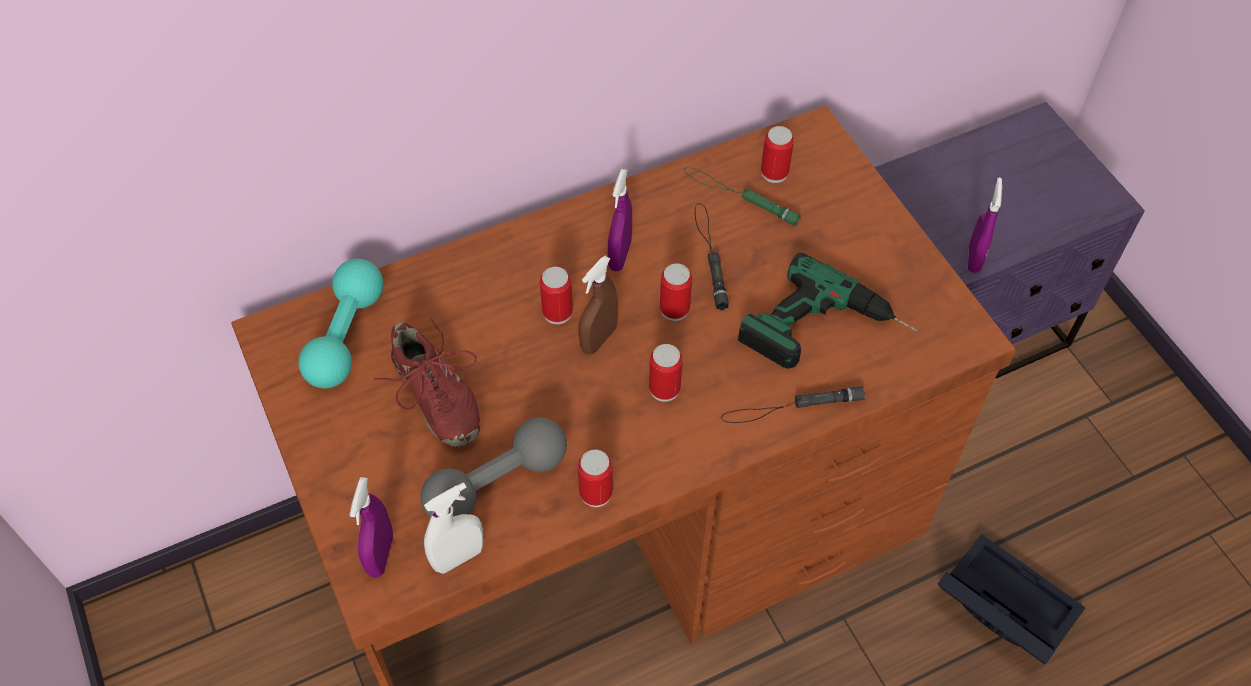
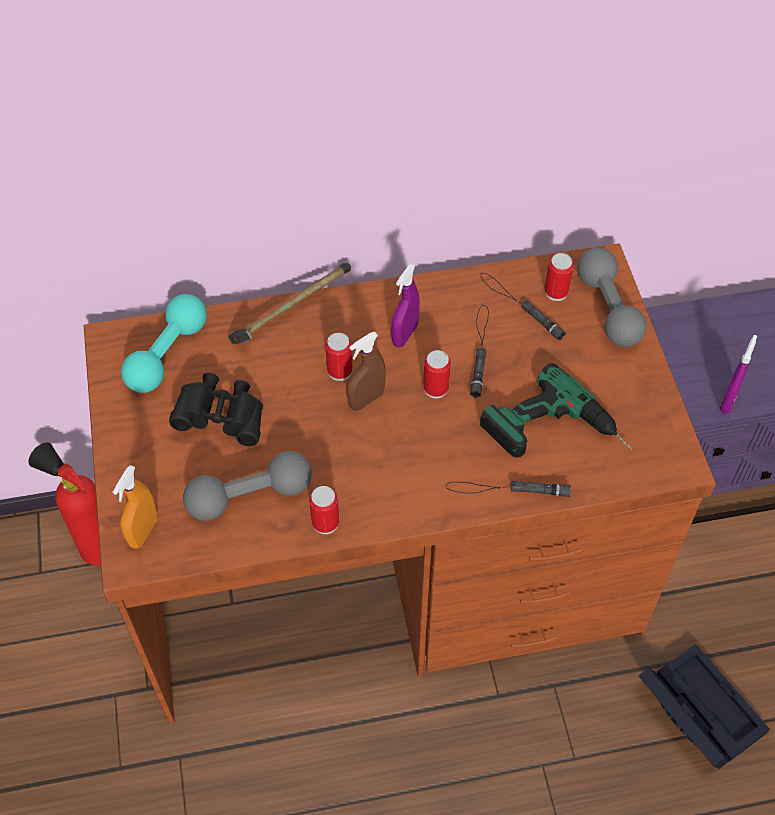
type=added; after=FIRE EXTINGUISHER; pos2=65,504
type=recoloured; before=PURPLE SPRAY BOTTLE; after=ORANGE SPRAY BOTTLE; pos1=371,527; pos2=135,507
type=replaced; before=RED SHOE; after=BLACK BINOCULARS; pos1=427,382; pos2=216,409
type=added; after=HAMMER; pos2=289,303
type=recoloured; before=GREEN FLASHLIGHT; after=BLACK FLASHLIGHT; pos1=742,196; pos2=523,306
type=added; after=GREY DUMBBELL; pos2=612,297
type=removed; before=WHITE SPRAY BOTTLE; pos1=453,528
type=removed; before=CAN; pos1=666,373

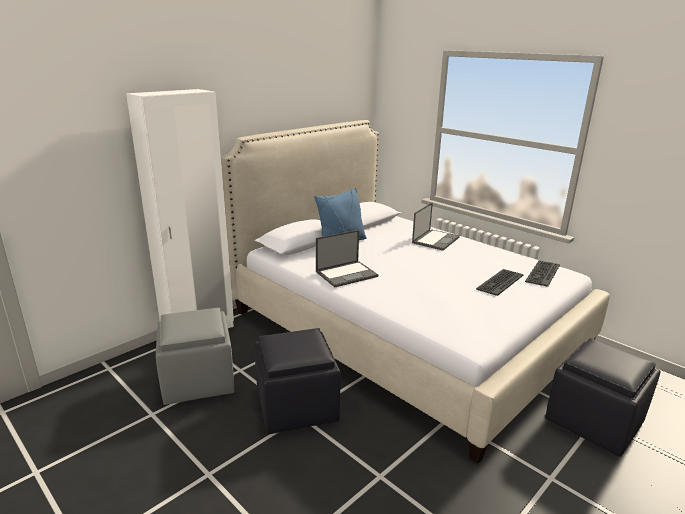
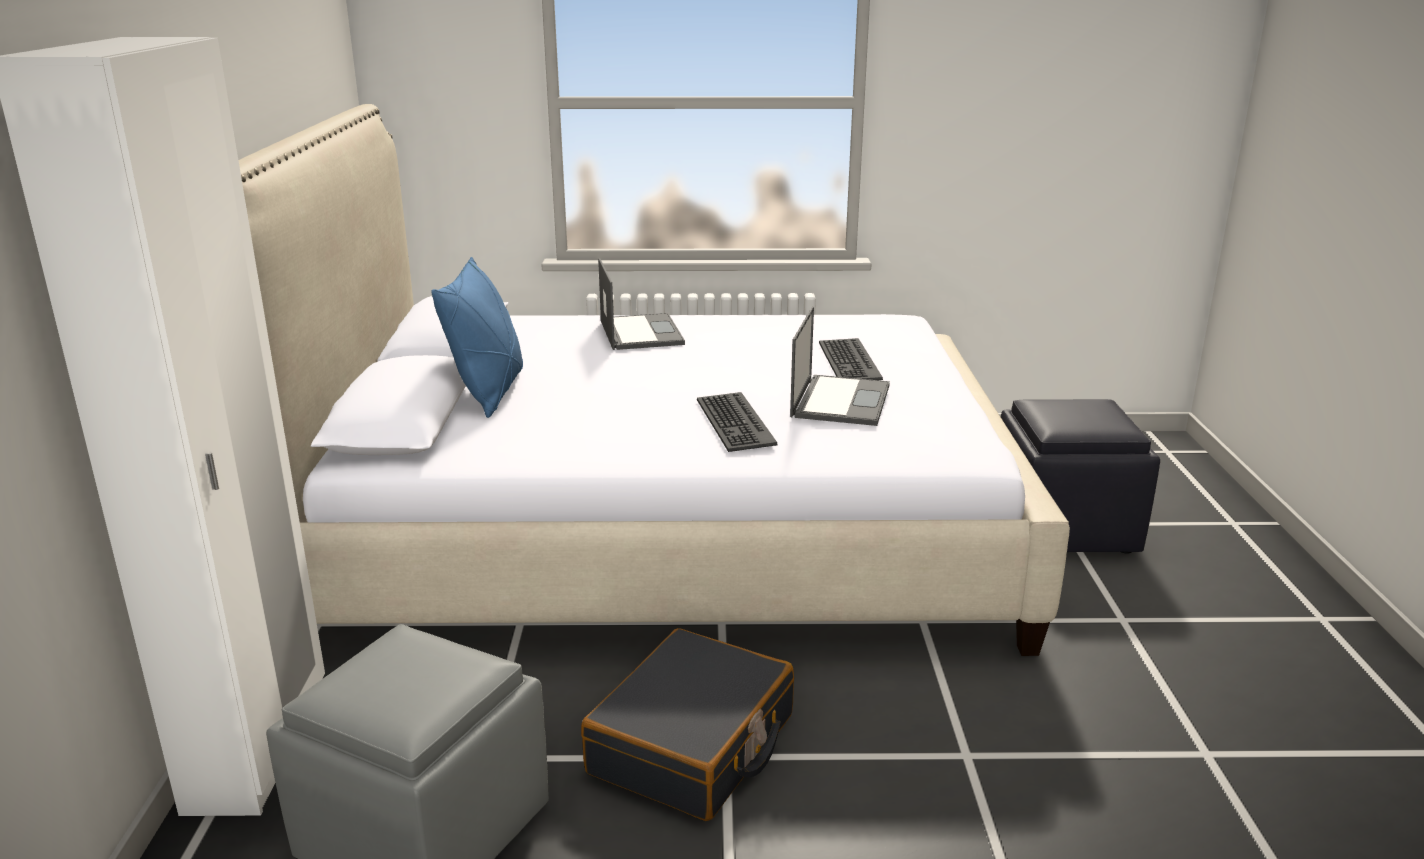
type=replaced; before=BLACK OTTOMAN; after=BLACK SUITCASE; pos1=298,381; pos2=687,724
type=moved; before=KEYBOARD; pos1=542,273; pos2=737,422
type=moved; before=LAPTOP; pos1=347,258; pos2=840,366

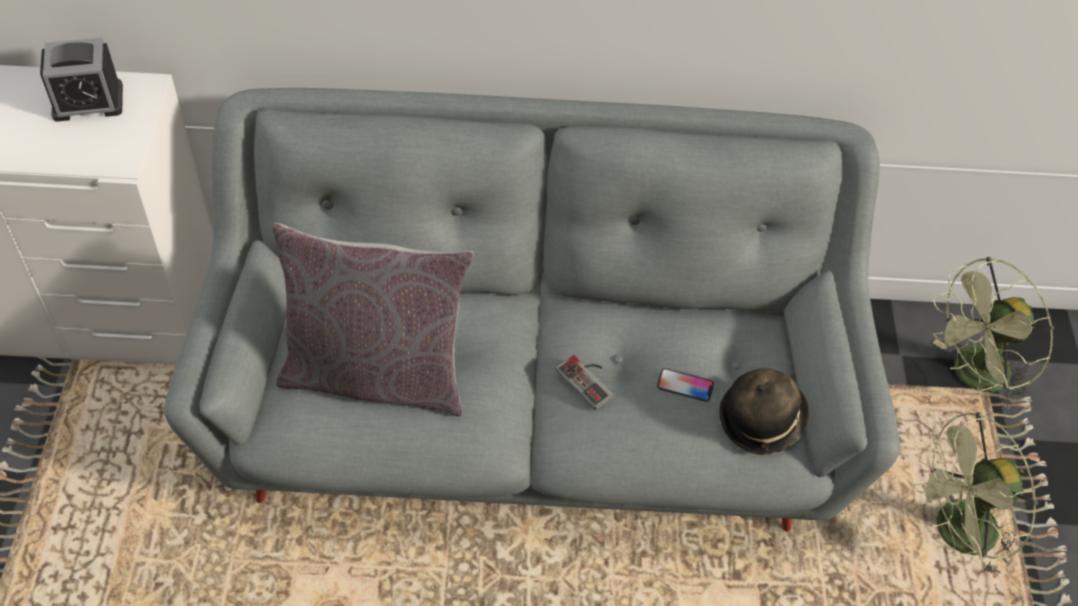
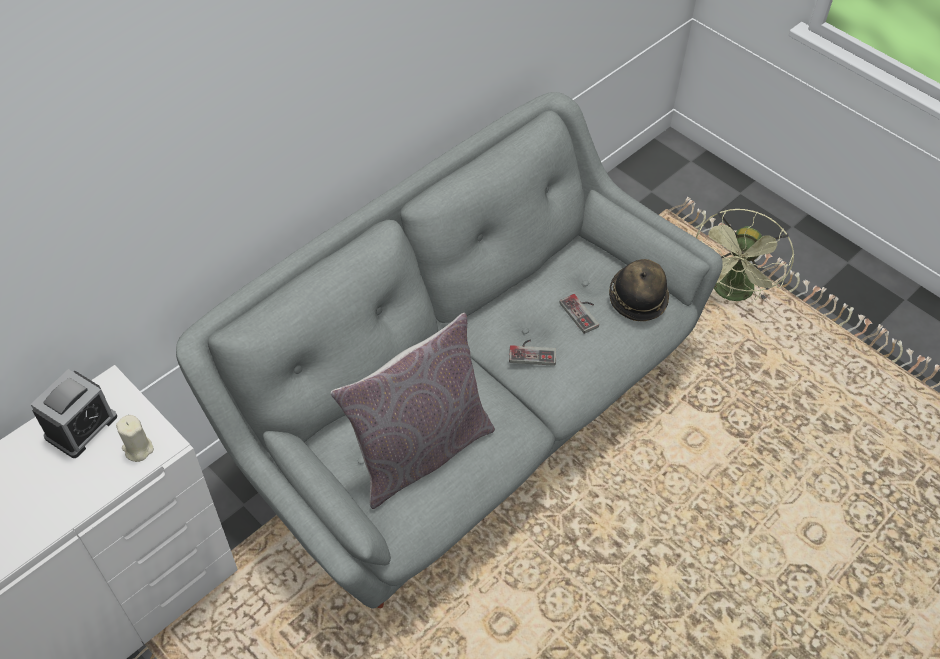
type=added; after=BEIGE CANDLE; pos2=135,438
type=replaced; before=PHONE; after=GAME CONTROLLER; pos1=685,385; pos2=579,314
type=removed; before=GREEN FAN; pos1=993,333

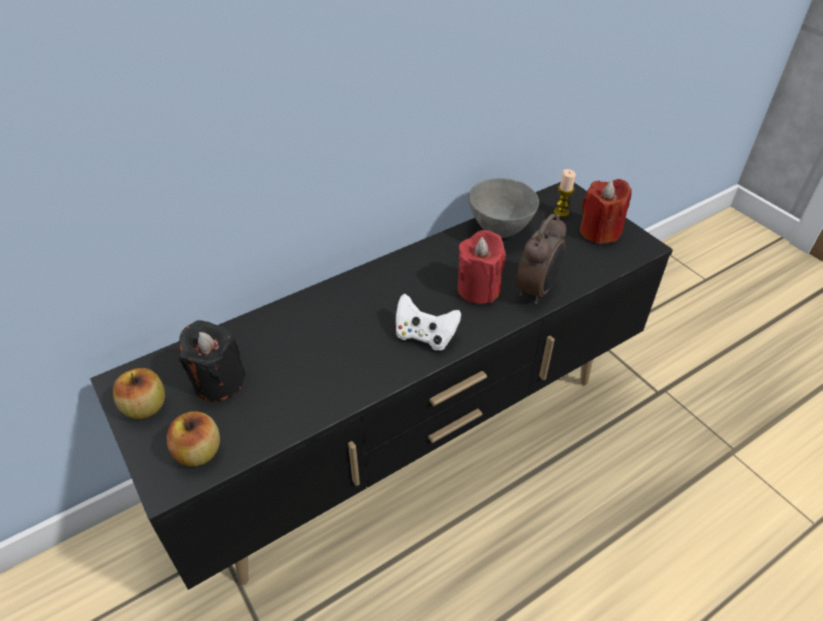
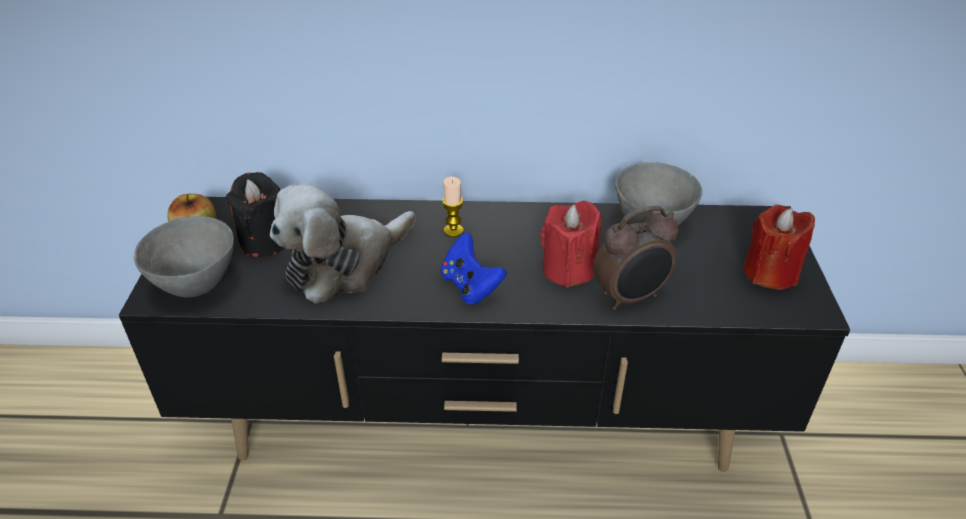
type=replaced; before=APPLE; after=GREY BOWL; pos1=193,439; pos2=184,256
type=added; after=PLUSH TOY; pos2=343,243
type=recoloured; before=WHITE GAME CONTROLLER; after=BLUE GAME CONTROLLER; pos1=428,322; pos2=473,268
type=moved; before=CANDLE; pos1=565,193; pos2=453,206

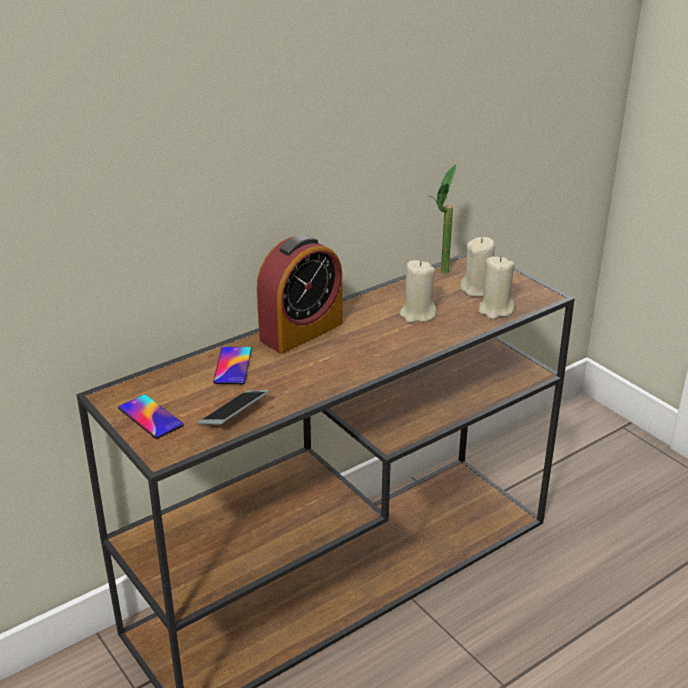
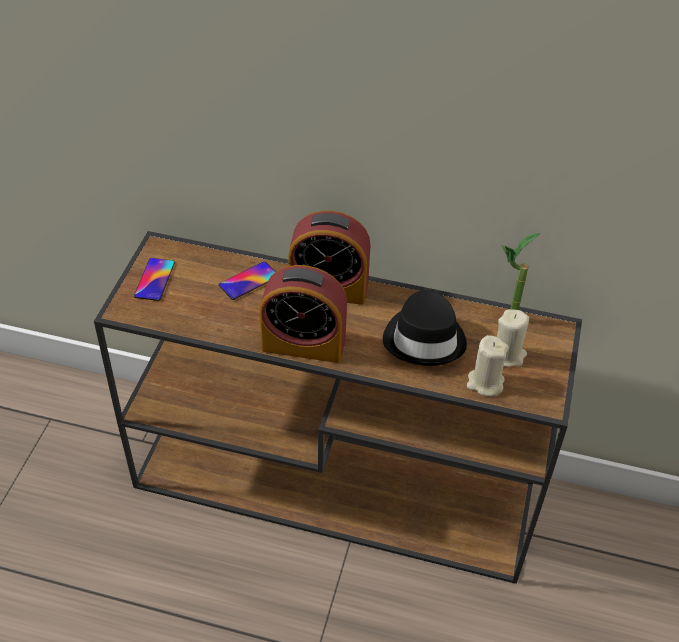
type=added; after=ALARM CLOCK; pos2=303,314
type=replaced; before=BEIGE CANDLE; after=BLACK HAT; pos1=418,291; pos2=425,328
type=removed; before=PHONE; pos1=233,407

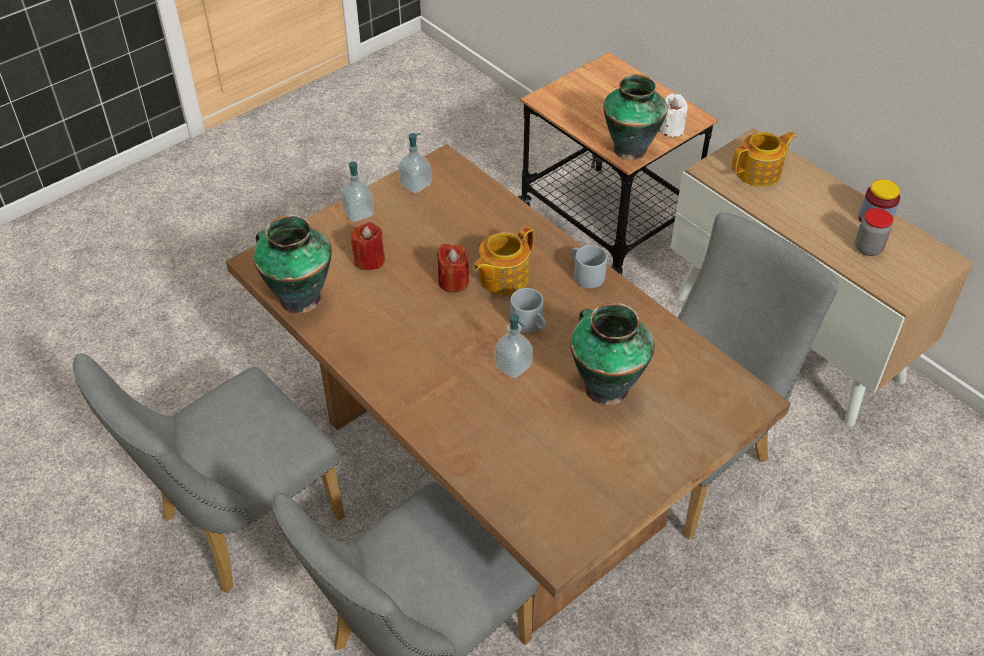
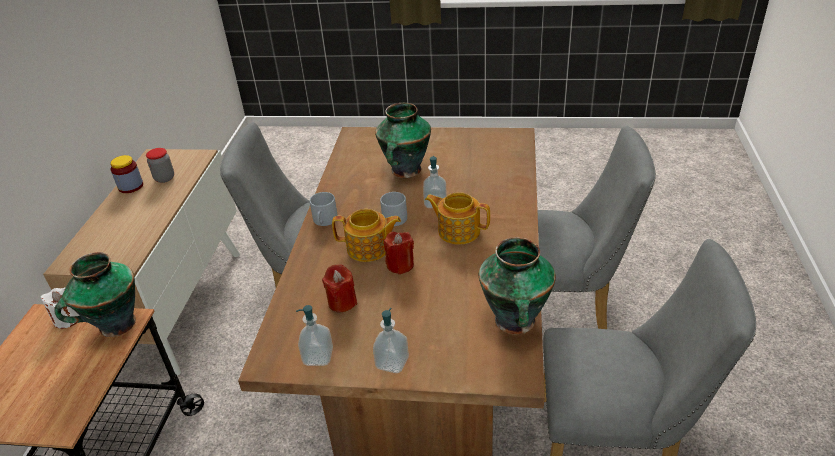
type=moved; before=RED CANDLE; pos1=368,246; pos2=339,288
type=moved; before=TEAPOT; pos1=764,159; pos2=457,218

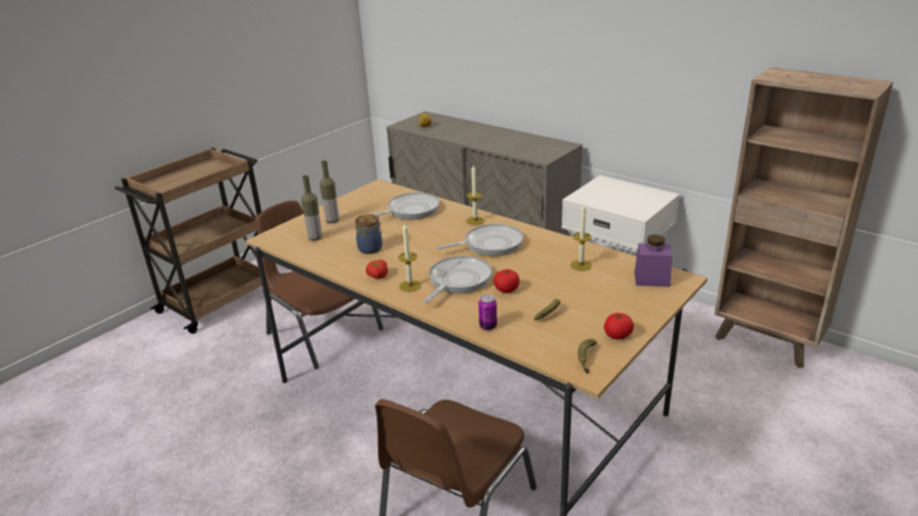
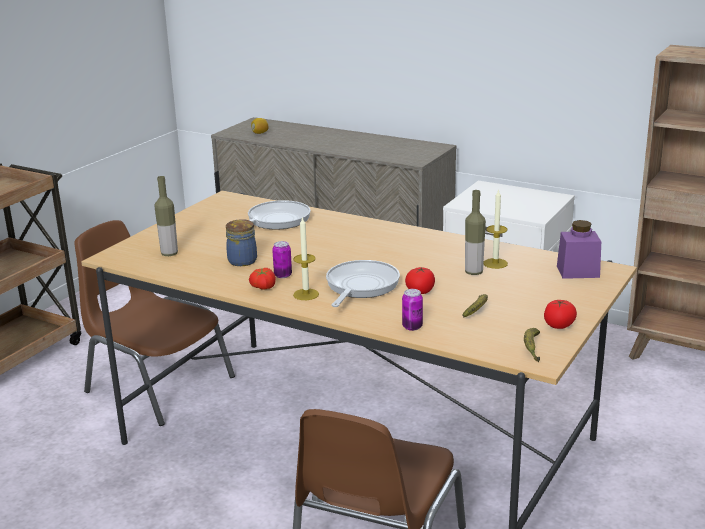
type=added; after=CAN; pos2=282,259
type=moved; before=BOTTLE; pos1=329,191; pos2=475,232
type=removed; before=FRYING PAN; pos1=480,240
type=removed; before=CANDLE; pos1=475,195

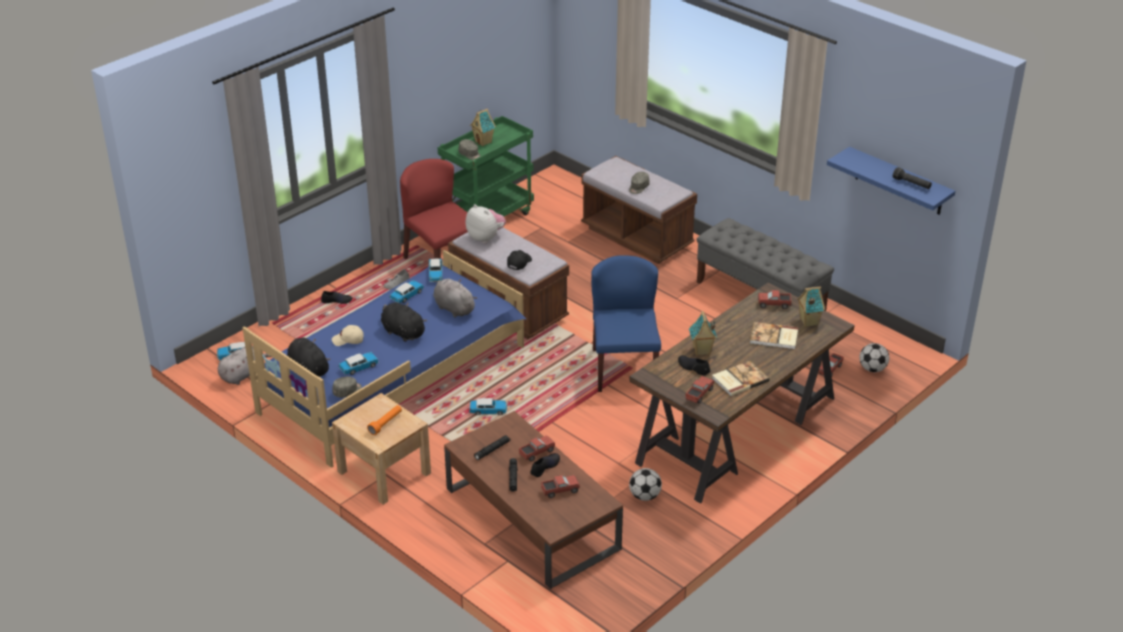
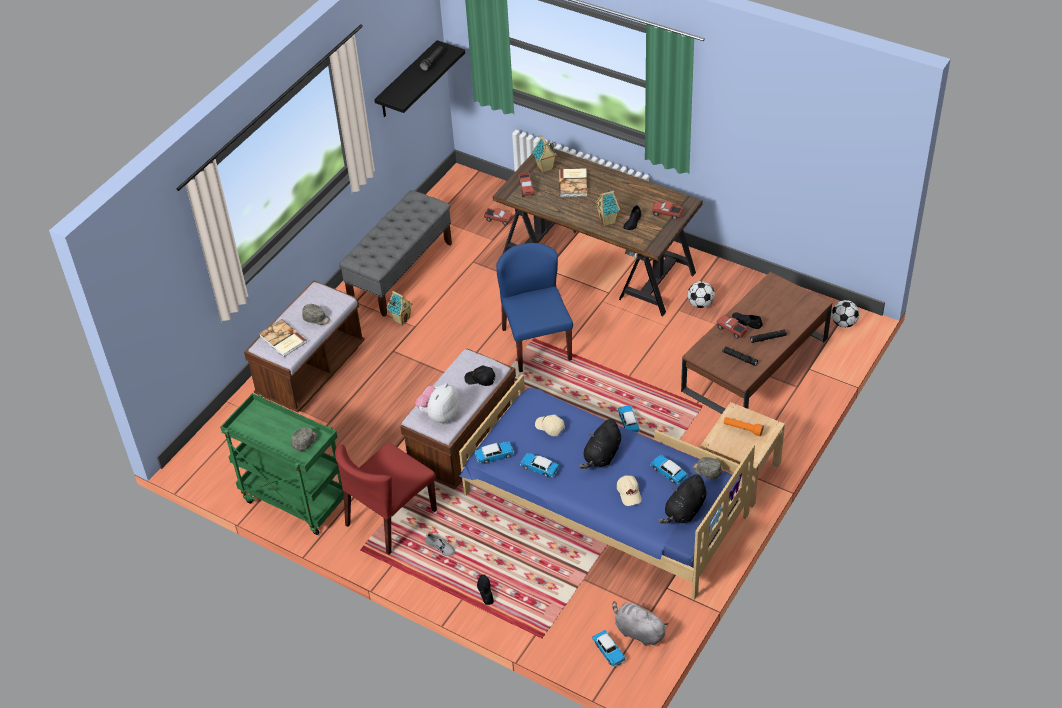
type=moved; before=BOOK; pos1=741,378; pos2=283,338
type=recoloured; before=BLUE SHELF; after=BLACK SHELF; pos1=891,181; pos2=419,78
type=moved; before=TOY HOUSE; pos1=483,127; pos2=399,308
type=turned; before=BLUE CHAIR; pos1=626,323; pos2=534,307; turn=90
type=replaced; before=GREY PLUSH TOY; after=BEIGE CAP; pos1=455,298; pos2=550,425
type=moved; before=FOOTBALL; pos1=874,357; pos2=845,314
type=removed; before=TOY TRUCK; pos1=560,486

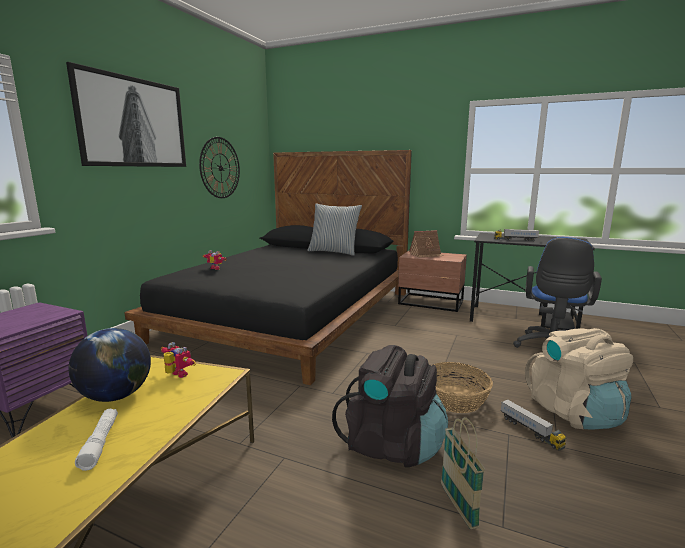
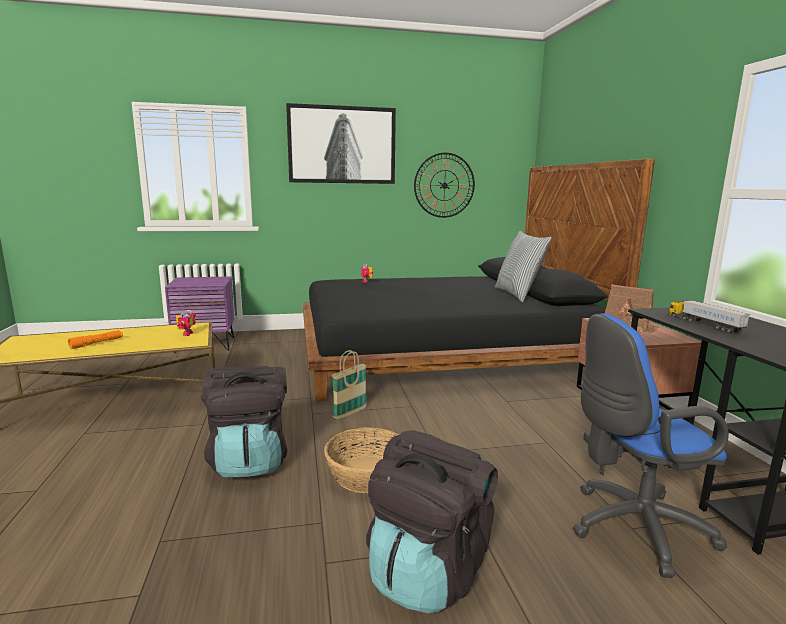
type=recoloured; before=WHITE FLASHLIGHT; after=ORANGE FLASHLIGHT; pos1=96,440; pos2=95,339
type=moved; before=BASKET; pos1=463,473; pos2=349,384
type=recoloured; before=BEIGE BACKPACK; after=BLACK BACKPACK; pos1=579,378; pos2=432,521
type=removed; before=GLOBE; pos1=110,365
type=removed; before=TOY TRUCK; pos1=533,425

